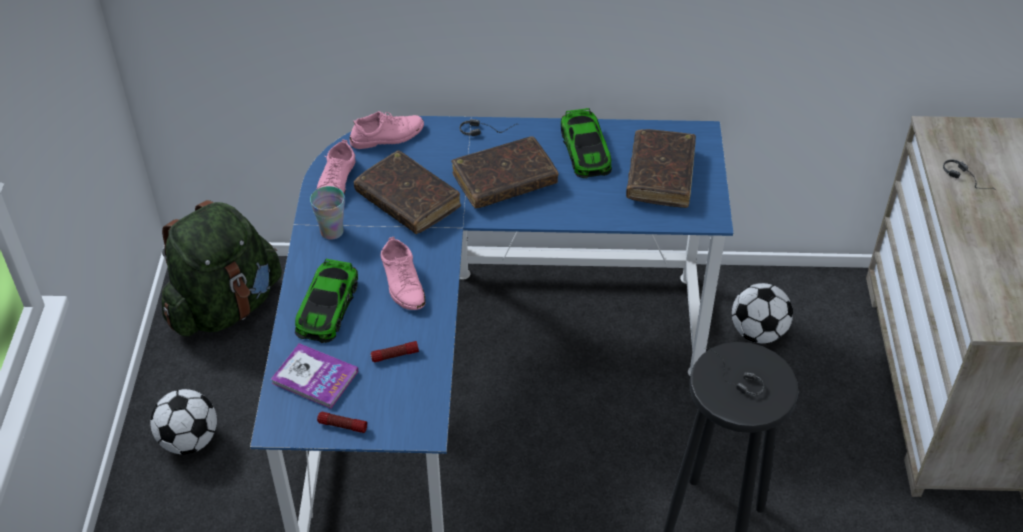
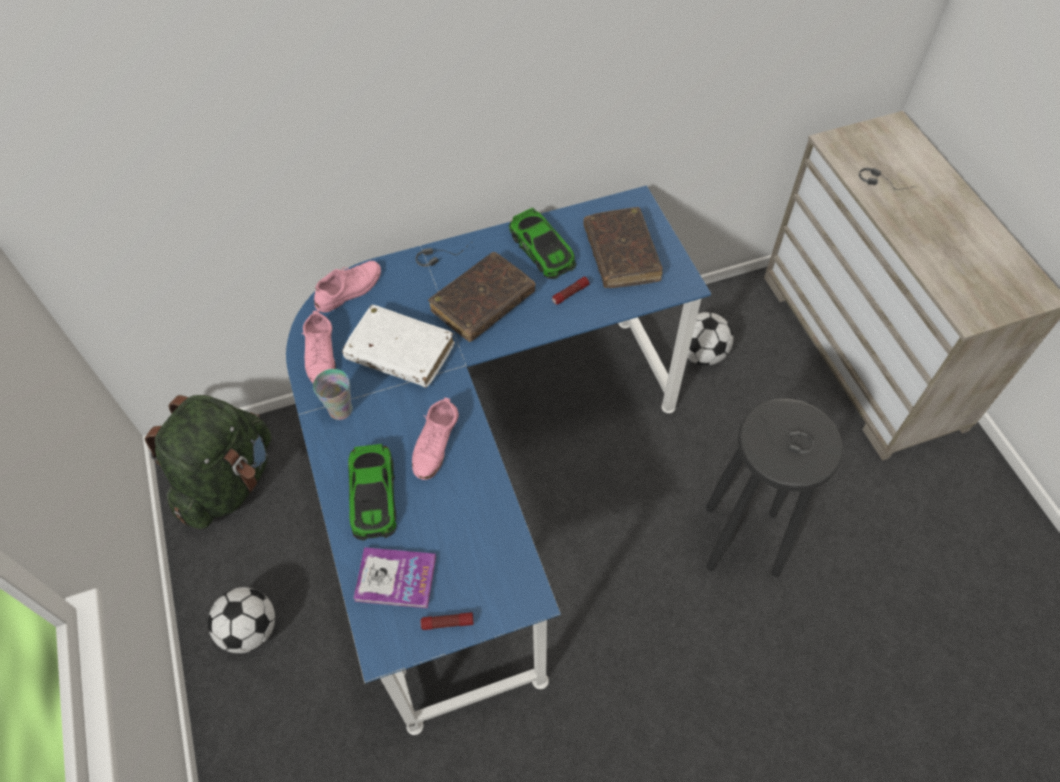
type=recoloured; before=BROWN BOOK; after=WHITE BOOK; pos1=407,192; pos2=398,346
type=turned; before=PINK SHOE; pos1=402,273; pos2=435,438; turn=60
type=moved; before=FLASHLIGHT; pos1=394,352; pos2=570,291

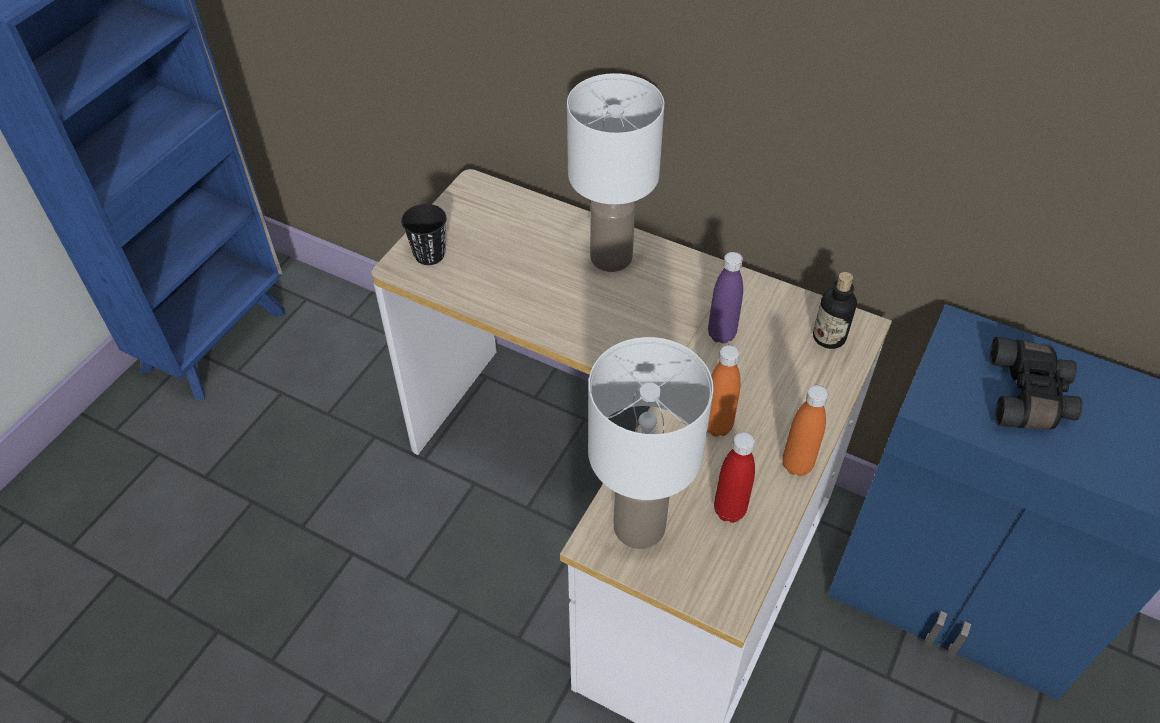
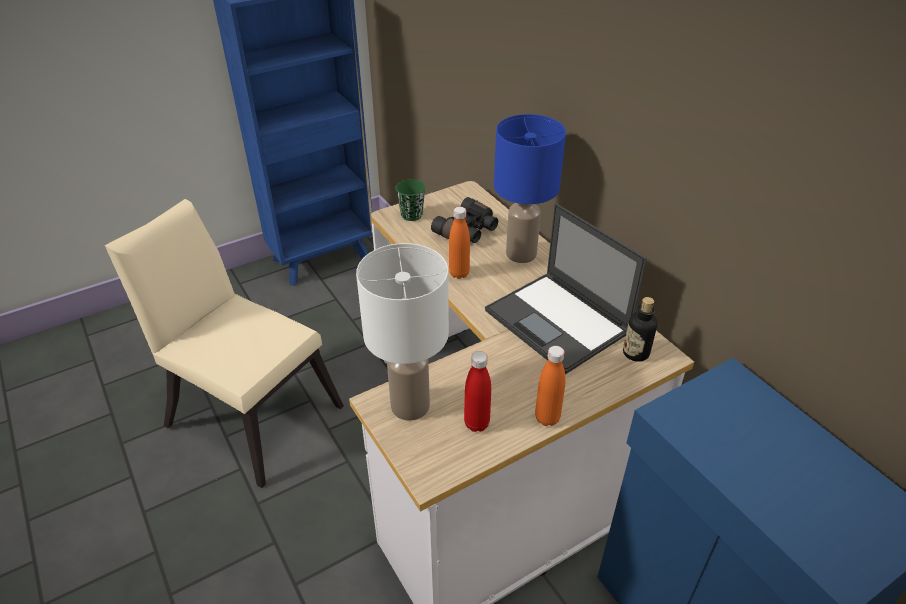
type=added; after=BEIGE CHAIR; pos2=224,343
type=recoloured; before=BLACK CUP; after=GREEN CUP; pos1=423,234; pos2=411,200
type=moved; before=BLACK BINOCULARS; pos1=1036,383; pos2=464,220
type=moved; before=ORANGE BOTTLE; pos1=724,390; pos2=459,243
type=replaced; before=PURPLE BOTTLE; after=LAPTOP; pos1=725,298; pos2=566,288
type=recoloured; before=WHITE TABLE LAMP; after=BLUE TABLE LAMP; pos1=615,172; pos2=530,188

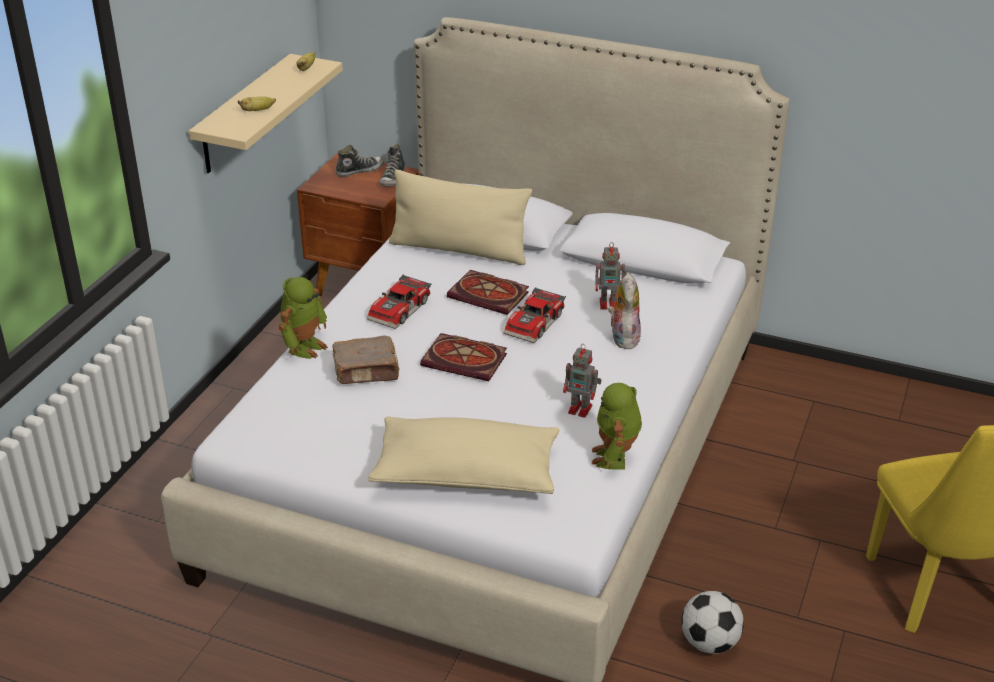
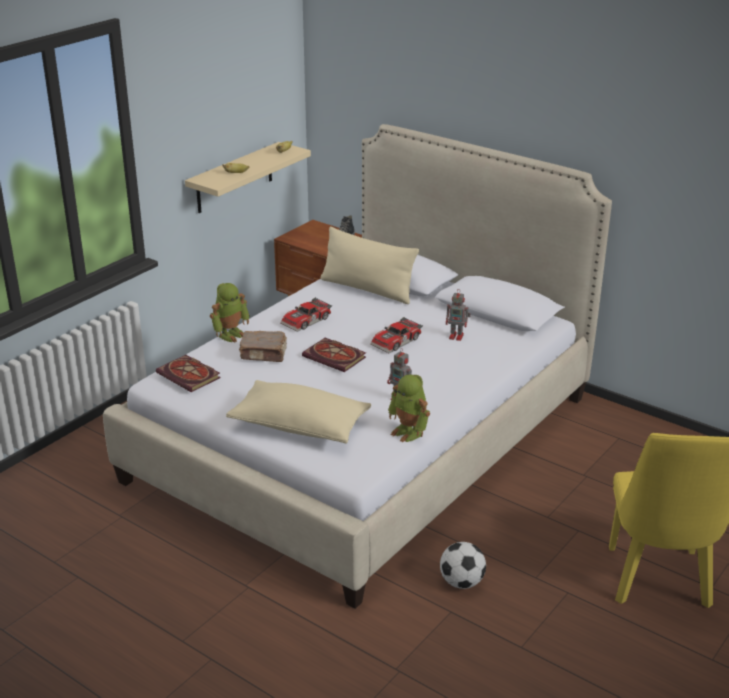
type=moved; before=BOOK; pos1=488,292; pos2=188,373
type=turned; before=TOY ROBOT; pos1=617,426; pos2=409,408; turn=-60
type=removed; before=SHOE; pos1=360,161
type=removed; before=PLUSH TOY; pos1=624,311

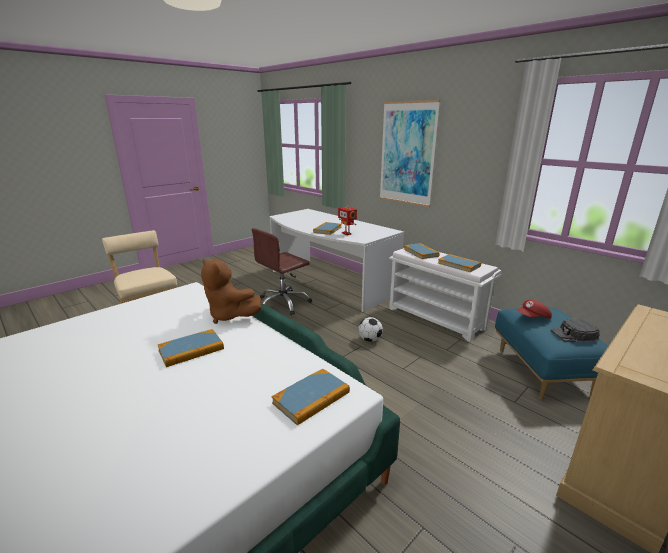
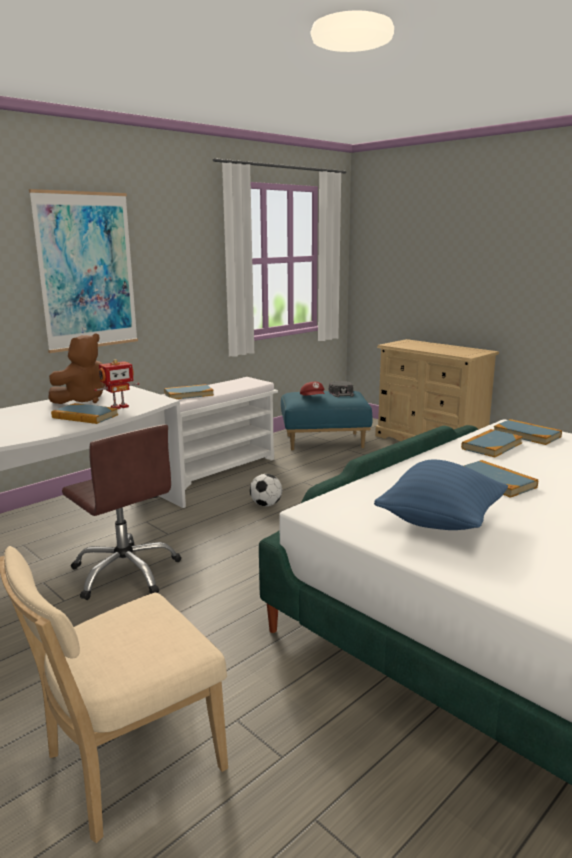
type=moved; before=BROWN PLUSH TOY; pos1=231,291; pos2=77,369
type=added; after=BLUE PILLOW; pos2=441,495
type=moved; before=BOOK; pos1=459,263; pos2=492,443

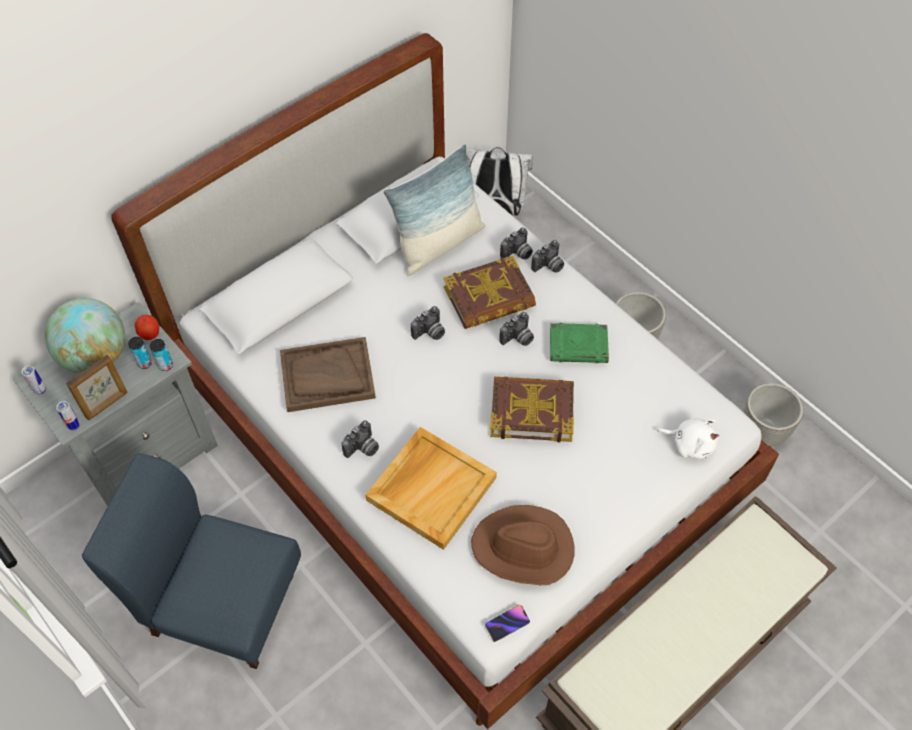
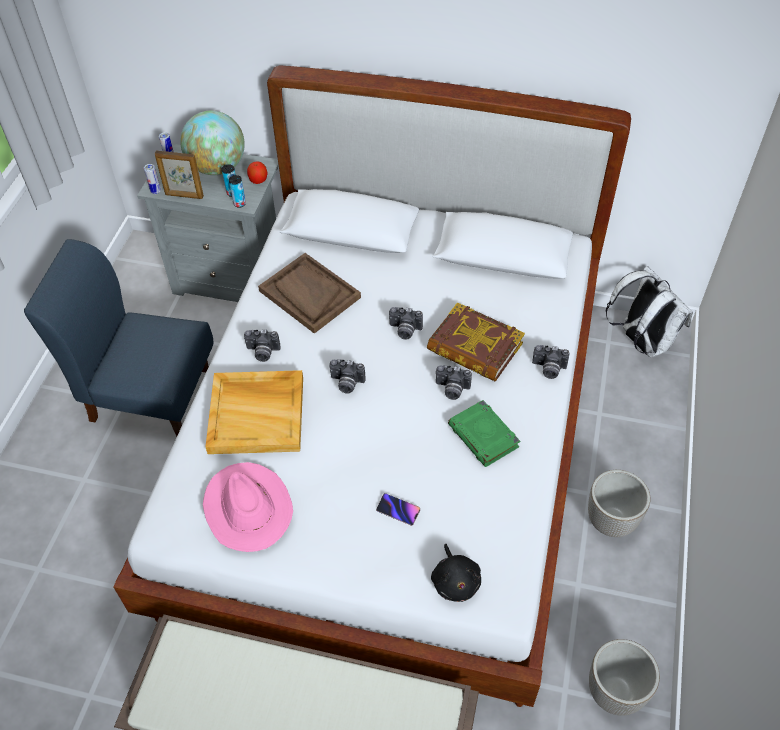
type=turned; before=BLUE CHAIR; pos1=191,561; pos2=118,337; turn=-60
type=recoloured; before=BROWN HAT; after=PINK HAT; pos1=523,545; pos2=248,507
type=moved; before=PHOTO CAMERA; pos1=516,244; pos2=347,376
type=moved; before=PHONE; pos1=507,623; pos2=398,509
type=recoloured; before=WHITE PLUSH TOY; after=BLACK PLUSH TOY; pos1=688,438; pos2=456,573
type=removed; before=PILLOW; pos1=434,210
type=removed; before=BOOK; pos1=532,409

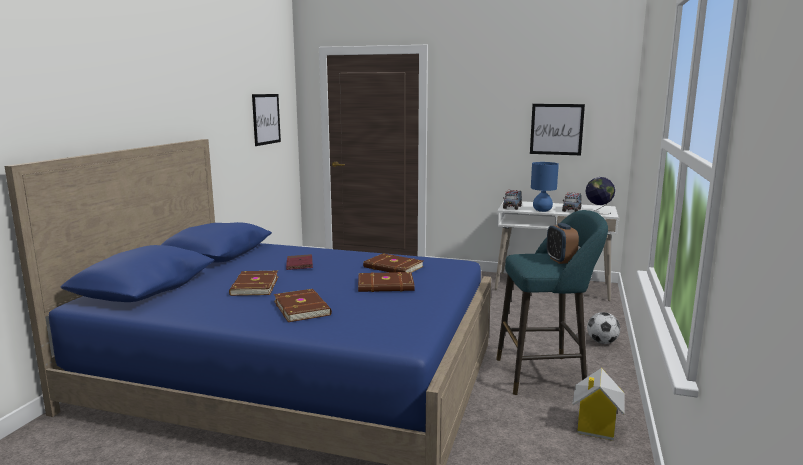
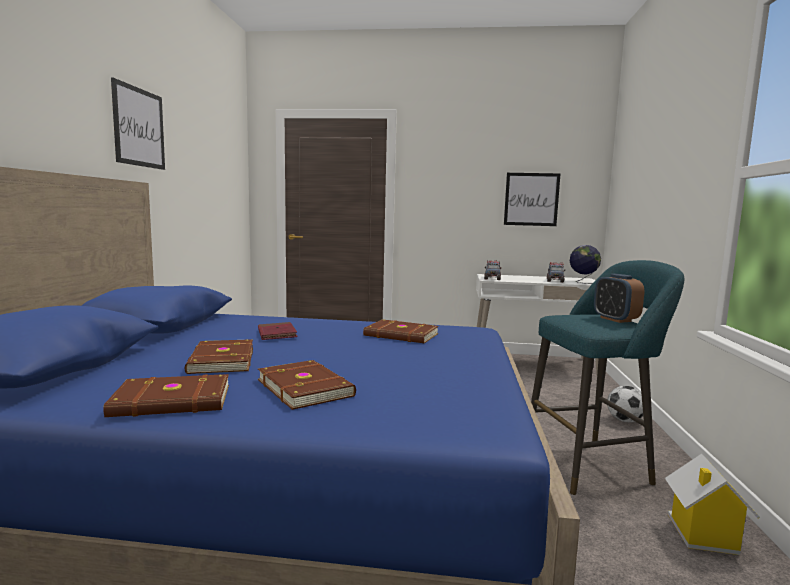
type=moved; before=BROWN BOOK; pos1=386,282; pos2=166,395
type=moved; before=PICTURE; pos1=266,120; pos2=138,124
type=removed; before=BLUE TABLE LAMP; pos1=545,187

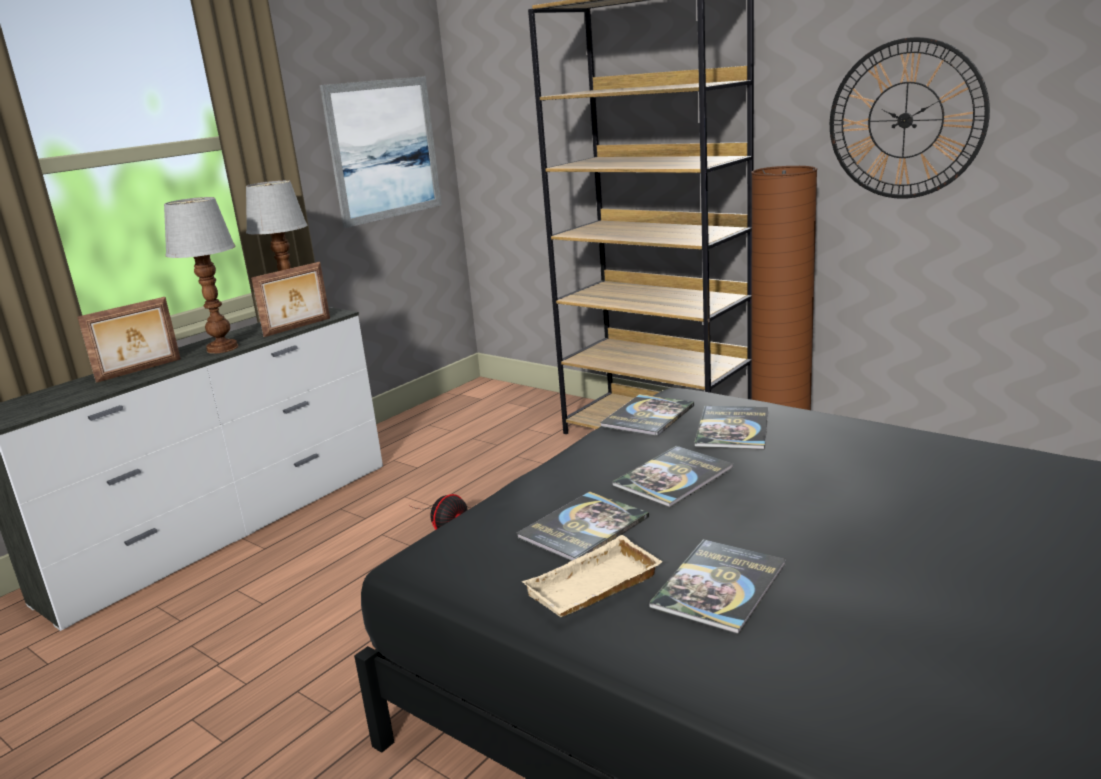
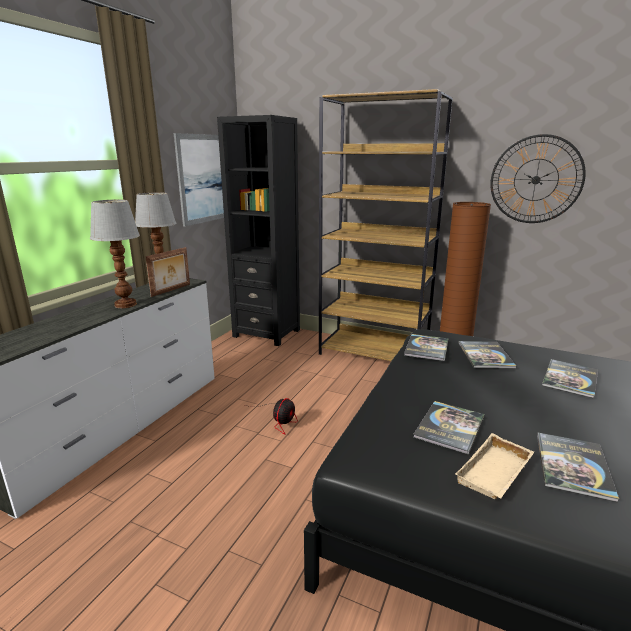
type=added; after=BLACK BOOKCASE; pos2=258,230
type=moved; before=BOOK; pos1=672,477; pos2=570,378
type=removed; before=PICTURE FRAME; pos1=129,340

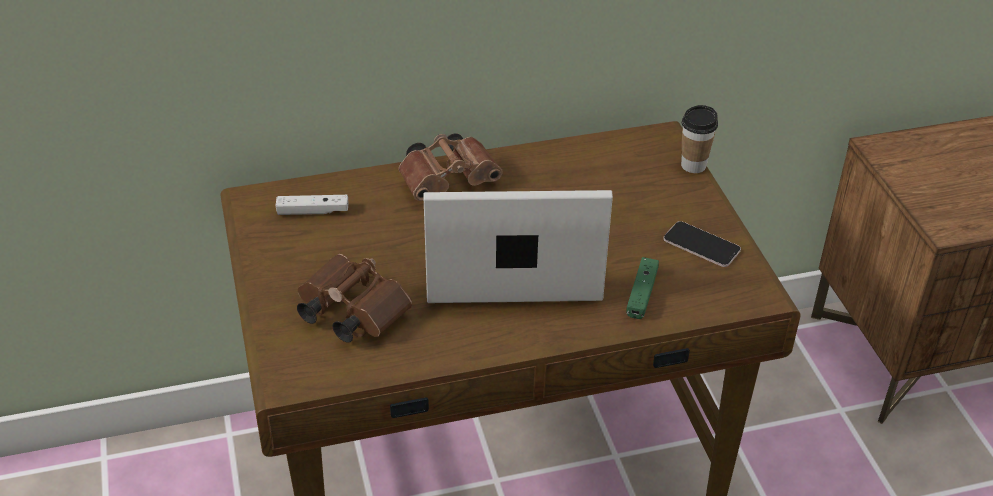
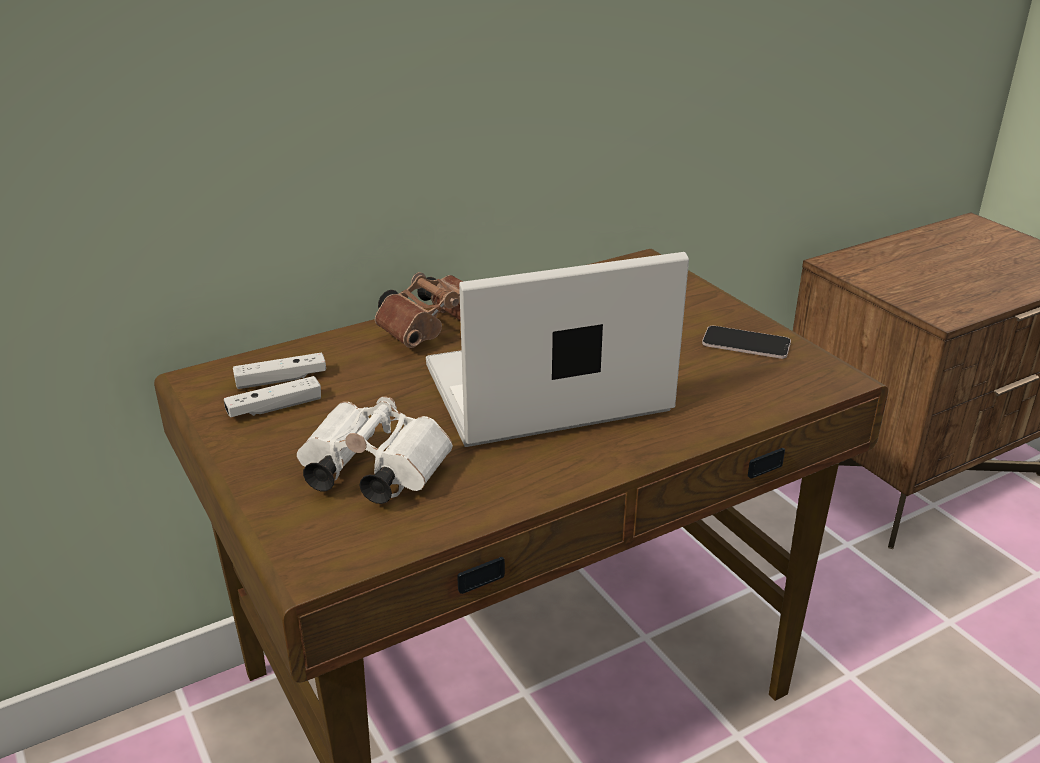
type=added; after=WHITE GAME CONTROLLER; pos2=272,396
type=recoloured; before=BROWN BINOCULARS; after=WHITE BINOCULARS; pos1=354,298; pos2=375,450
type=removed; before=GREEN GAME CONTROLLER; pos1=642,288
type=removed; before=CUP; pos1=699,139

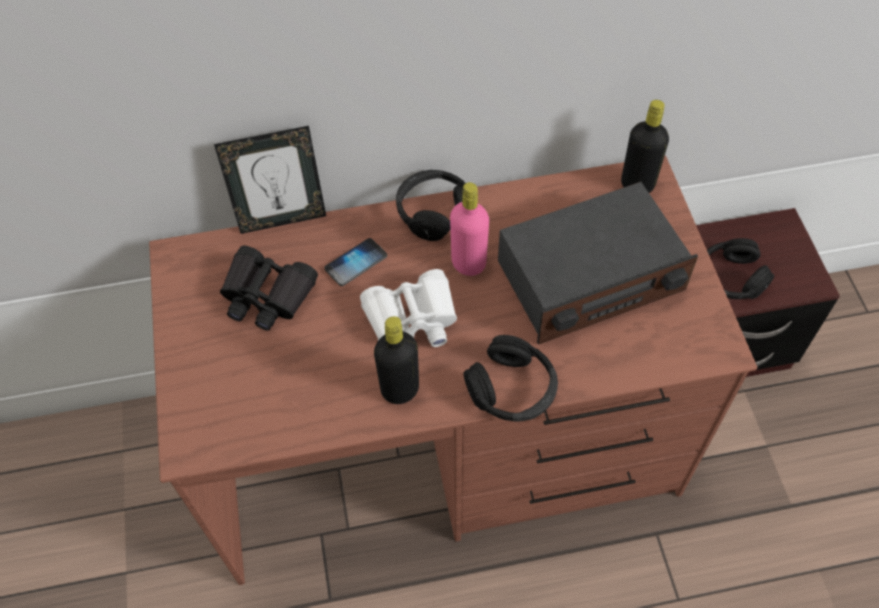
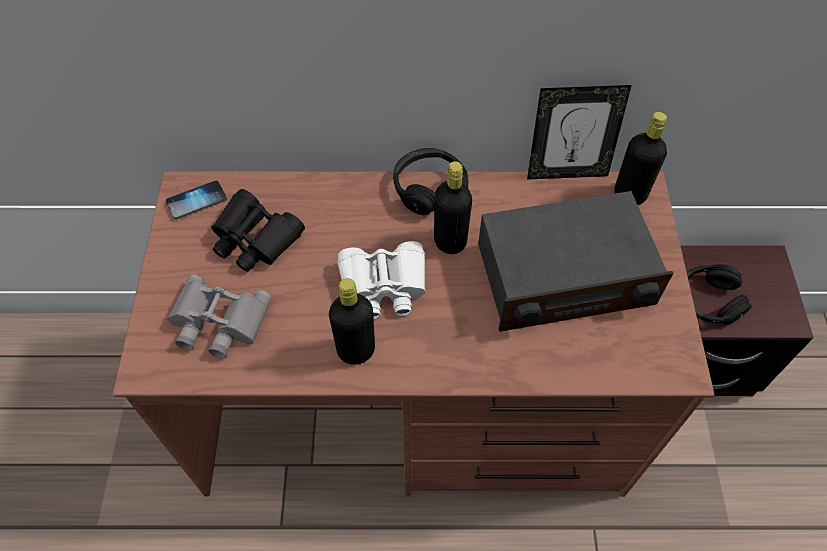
type=moved; before=PHONE; pos1=355,262; pos2=196,200
type=added; after=GREY BINOCULARS; pos2=219,316
type=recoloured; before=PINK BOTTLE; after=BLACK BOTTLE; pos1=469,229; pos2=453,207
type=moved; before=PICTURE FRAME; pos1=270,180; pos2=579,132
type=removed; before=BLACK HEADPHONES; pos1=510,378

